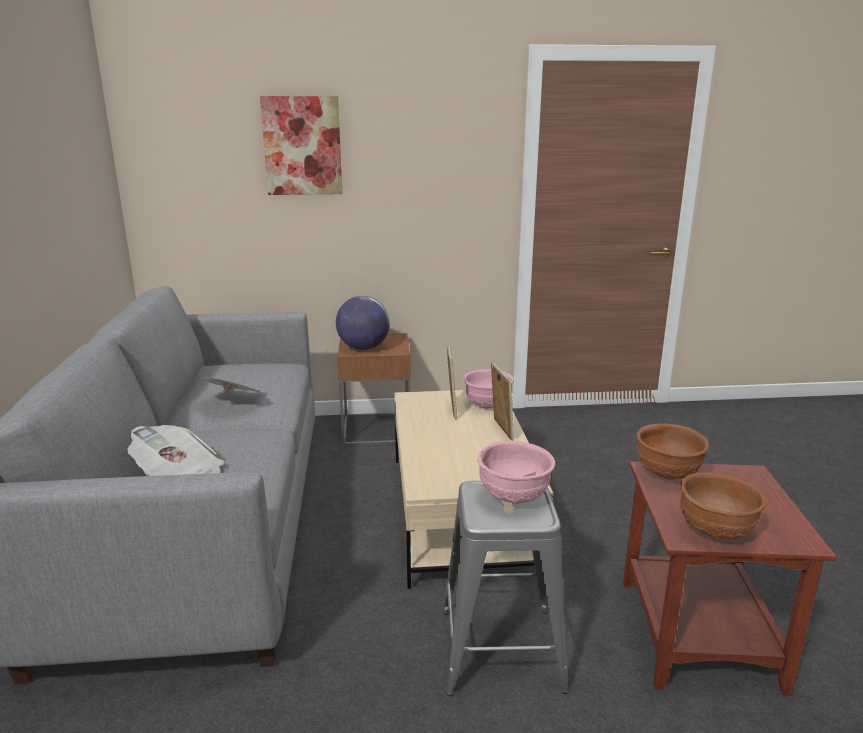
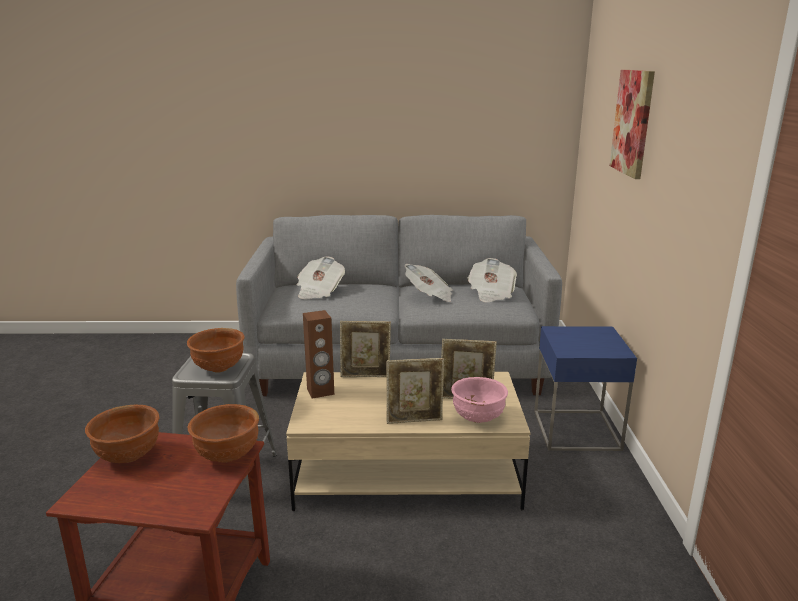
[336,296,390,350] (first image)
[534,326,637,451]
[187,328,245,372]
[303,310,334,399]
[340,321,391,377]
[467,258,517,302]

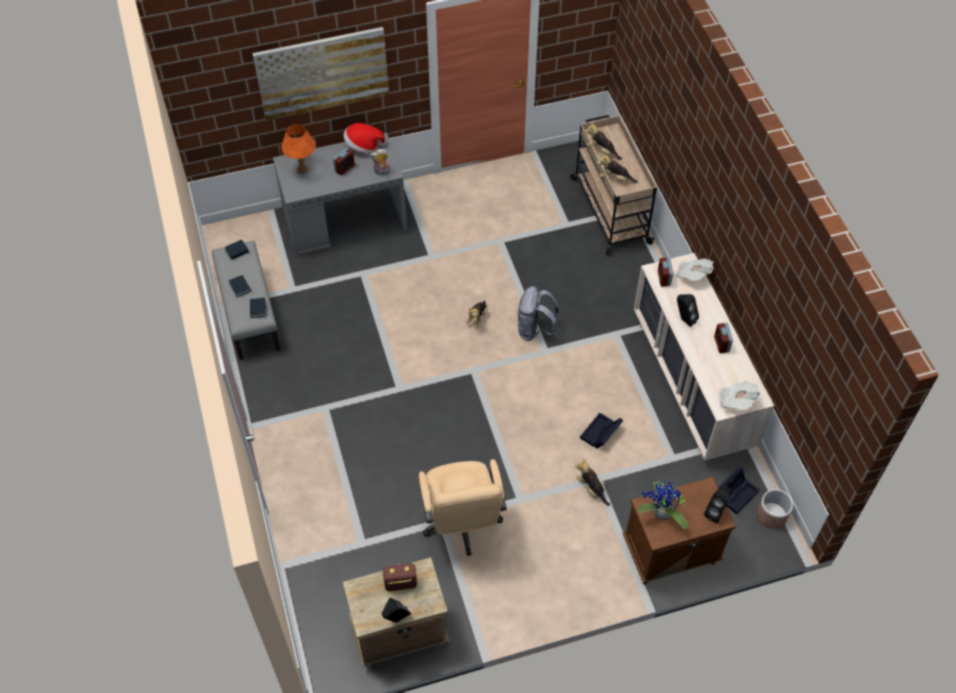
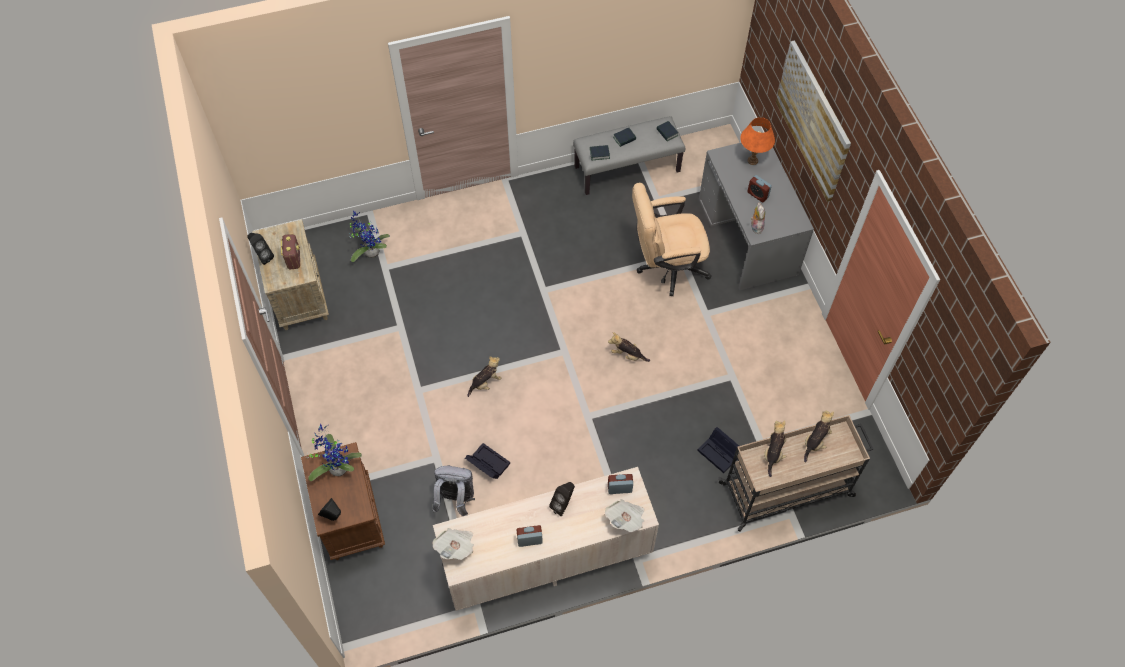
[343,123,385,153] (first image)
[632,182,712,296]
[433,465,475,516]
[467,356,502,397]
[697,427,739,473]
[757,489,793,529] (first image)
[349,211,390,262]

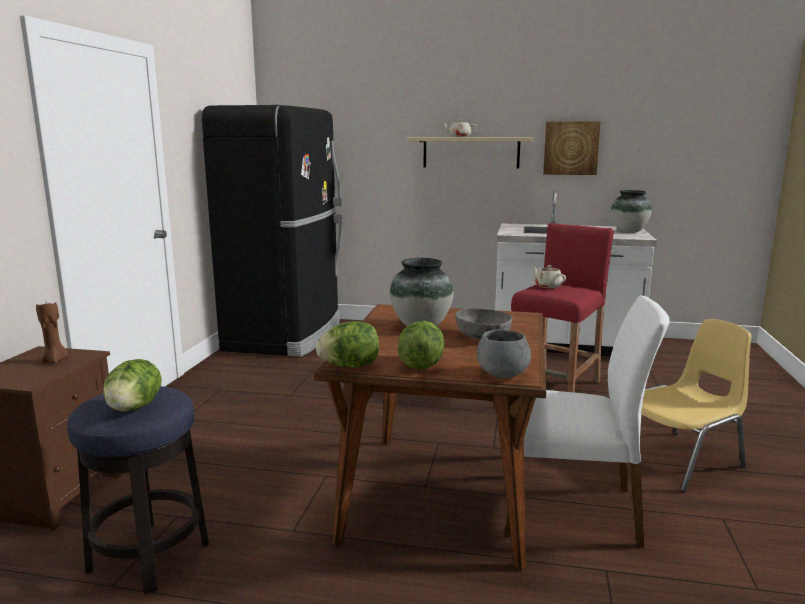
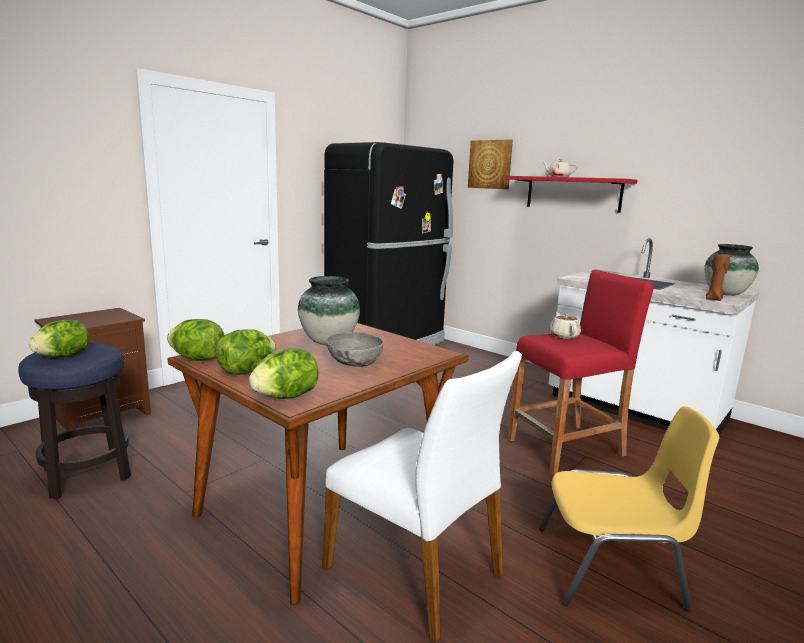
[706,253,730,301]
[505,176,638,213]
[249,348,319,399]
[468,139,513,189]

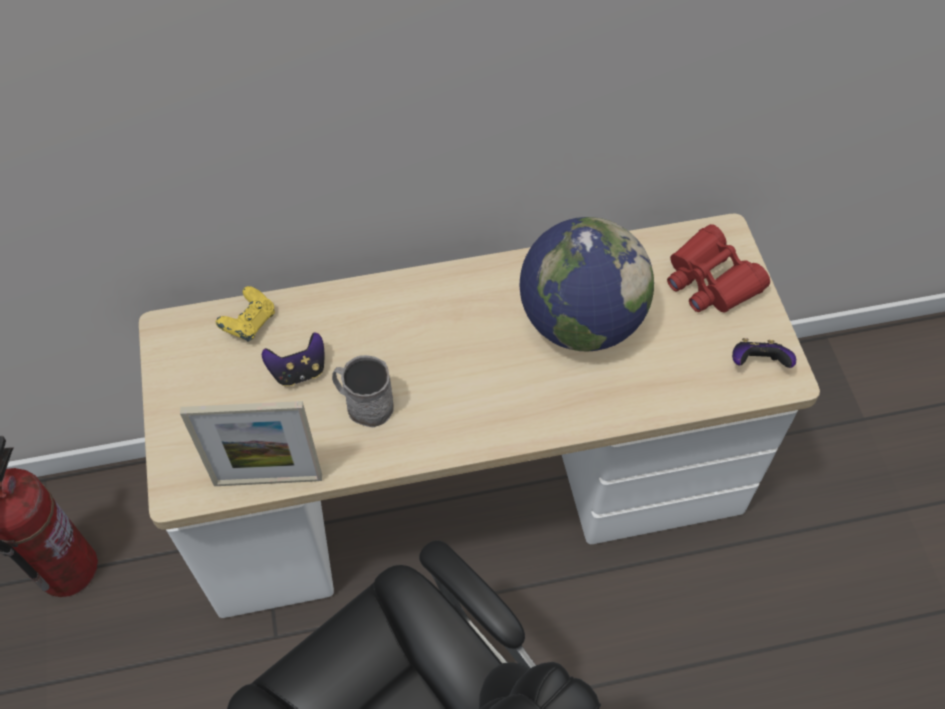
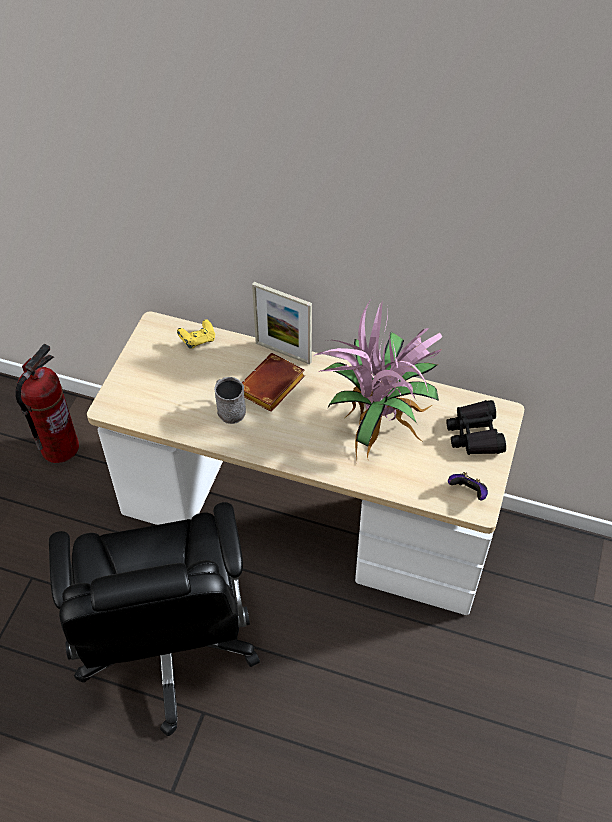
[252,282,312,365]
[262,332,324,387] (first image)
[314,298,442,461]
[446,400,506,455]
[242,353,305,412]

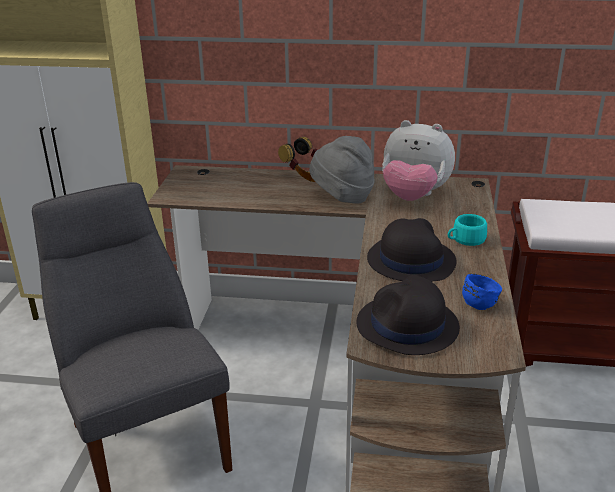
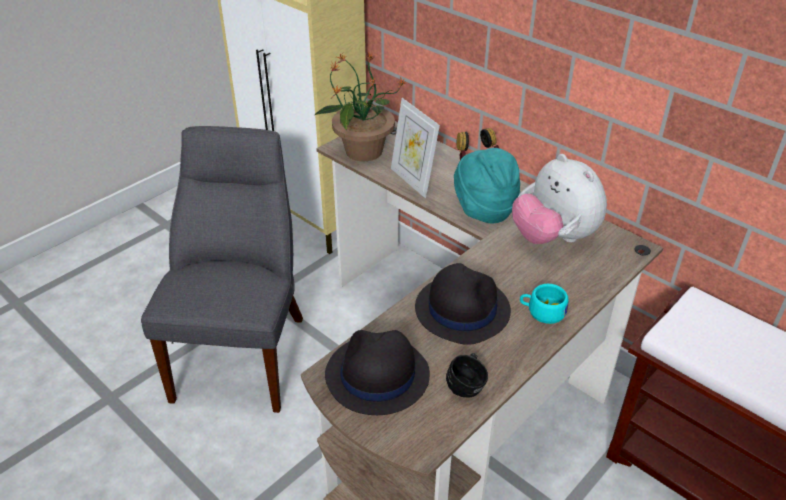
[454,148,520,223]
[446,353,488,398]
[315,52,405,161]
[391,98,440,198]

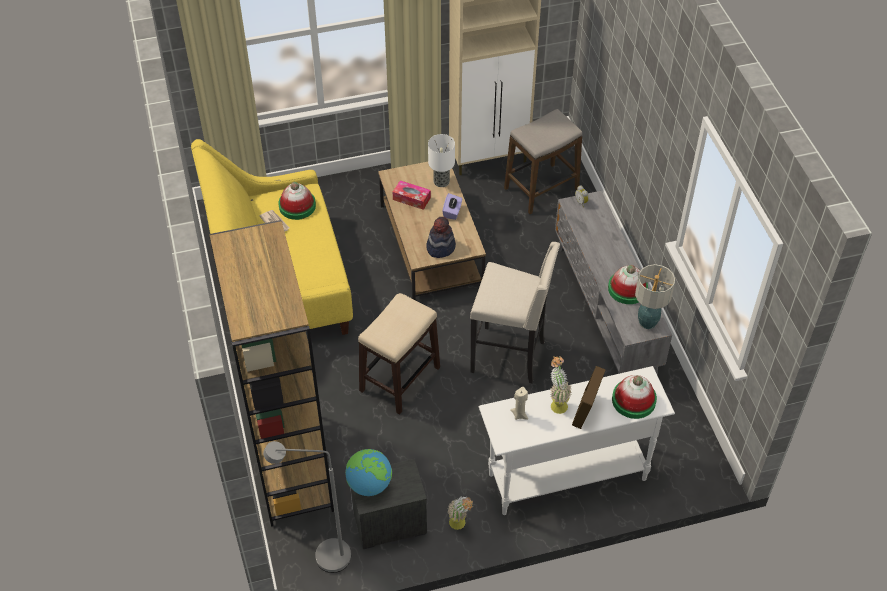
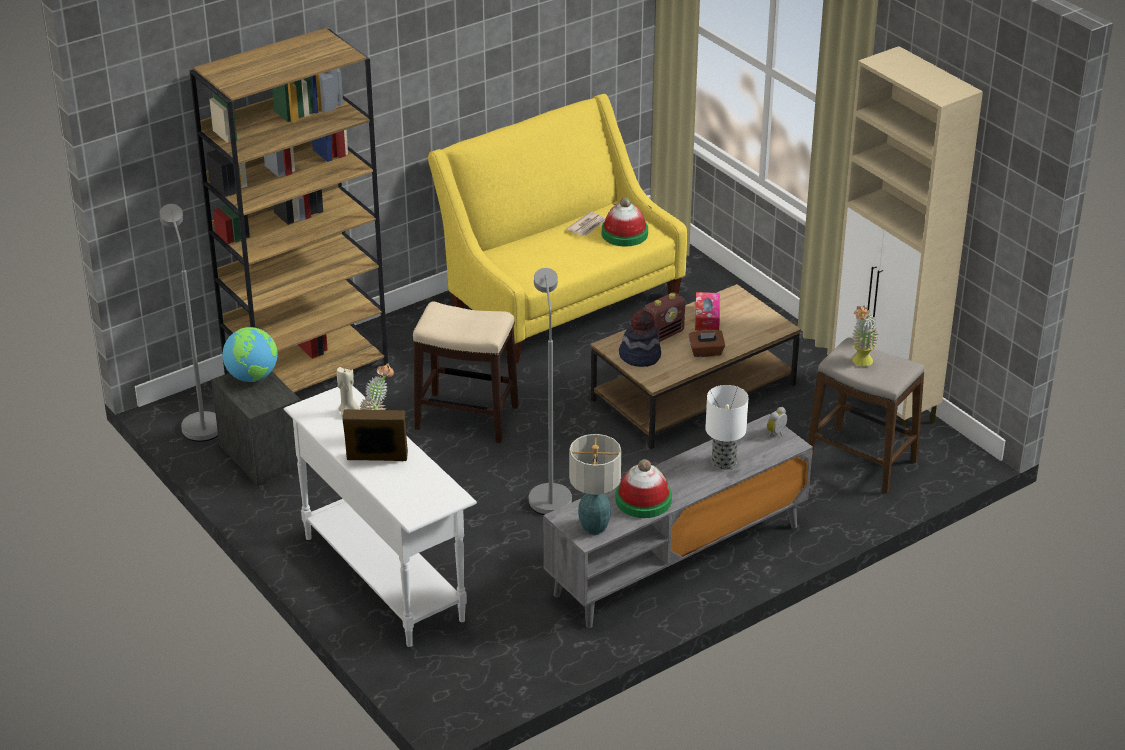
[705,385,748,470]
[688,330,725,357]
[852,305,878,367]
[529,268,572,515]
[612,375,657,419] (first image)
[645,292,685,342]

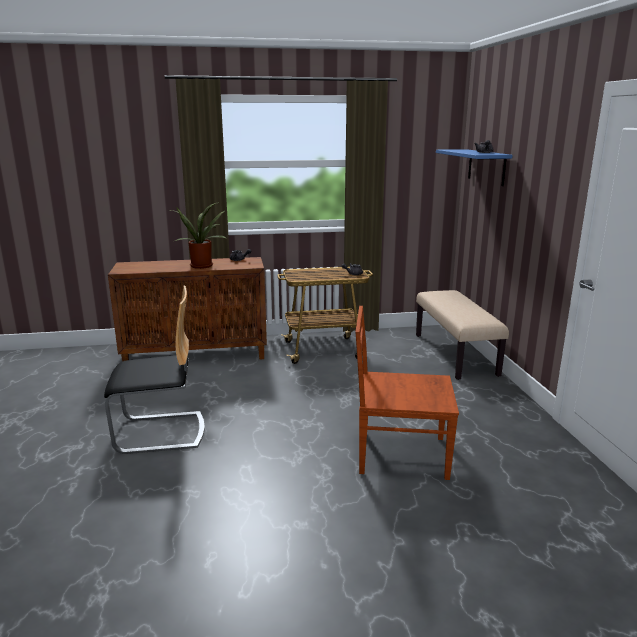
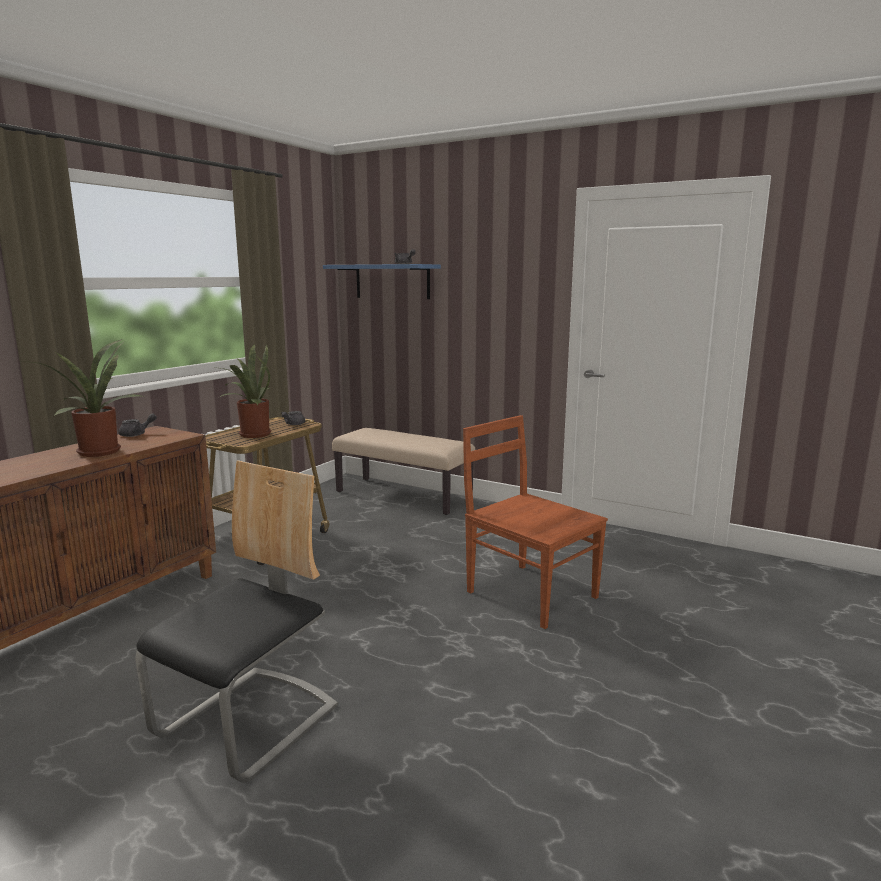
[463,415,608,629]
[220,344,271,438]

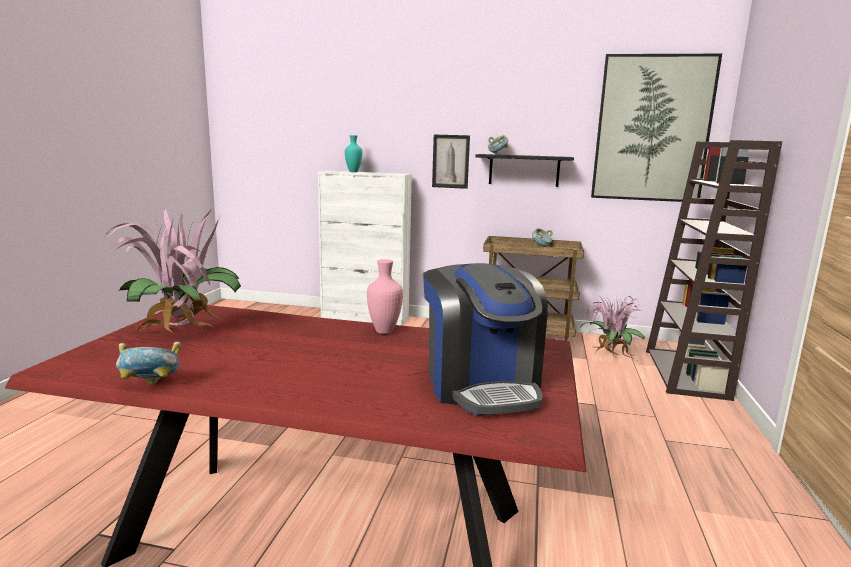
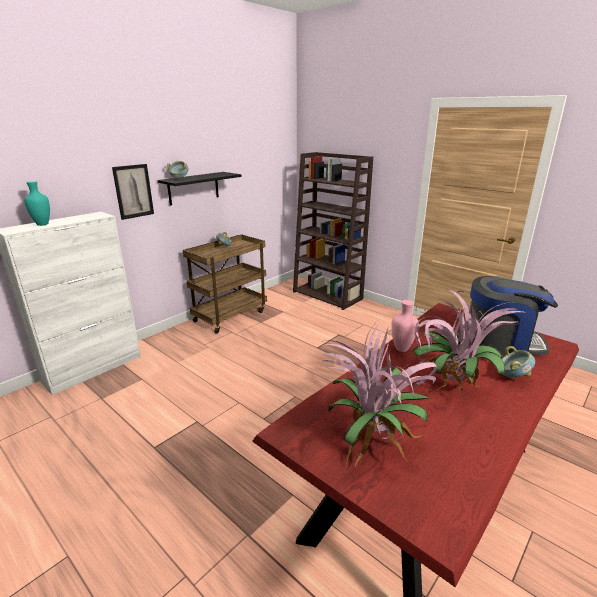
[502,346,535,378]
[412,290,527,400]
[591,54,722,202] (first image)

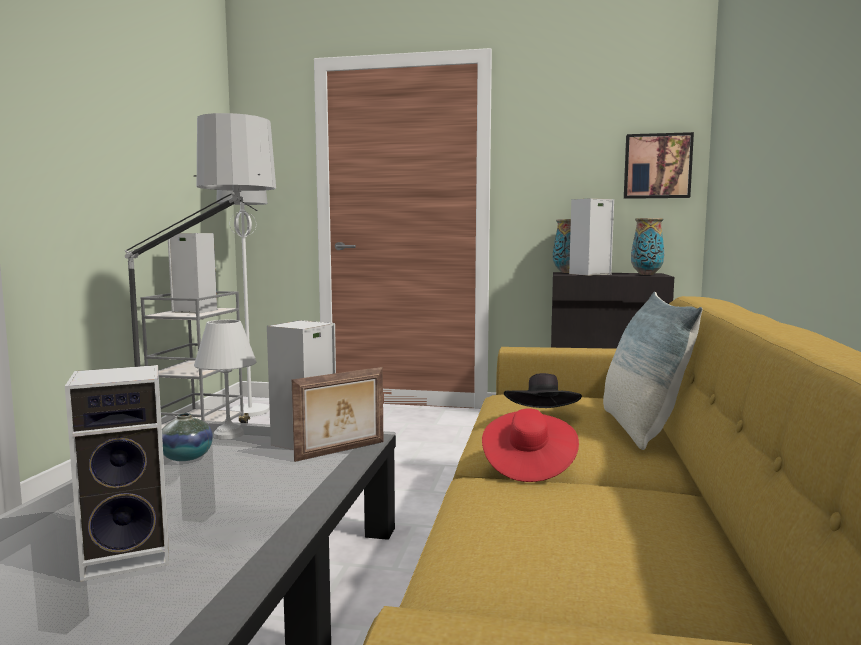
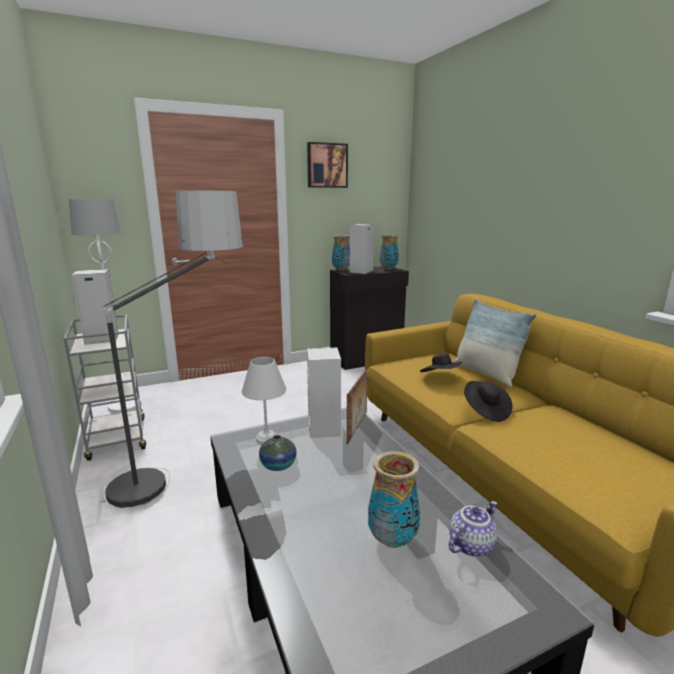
[368,451,420,548]
[464,381,512,422]
[307,142,348,188]
[449,501,498,557]

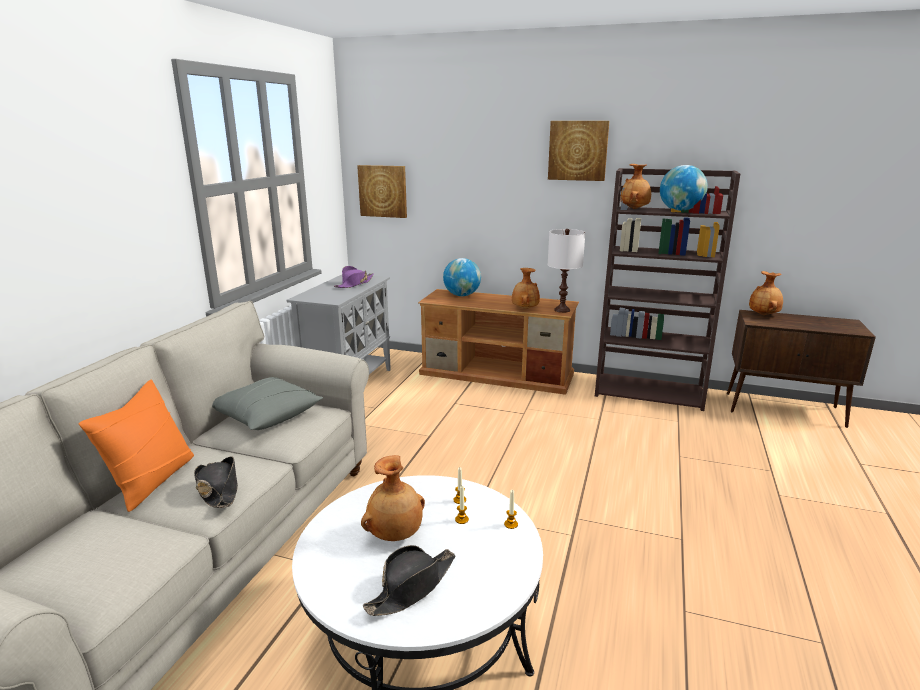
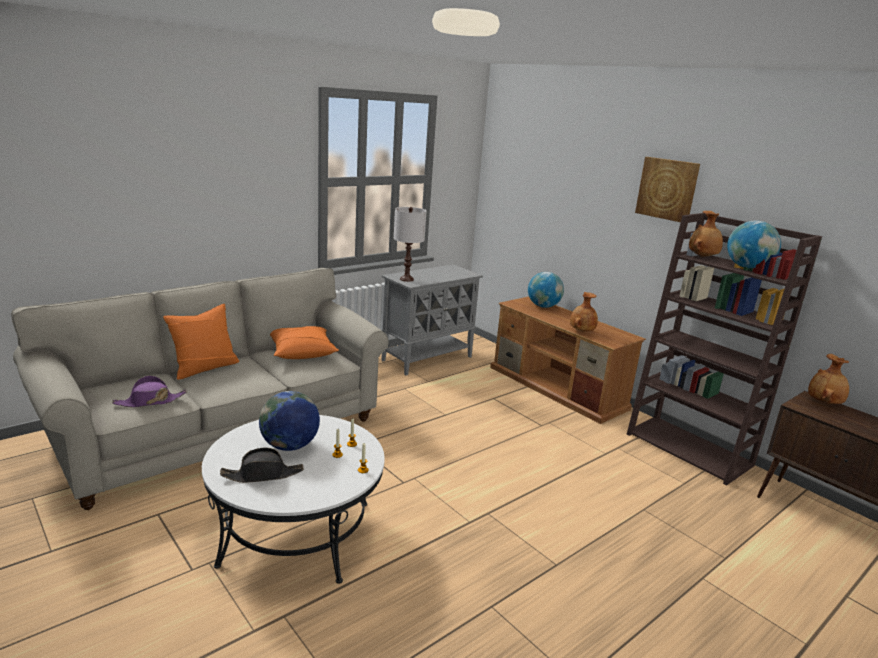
[194,456,238,508] (first image)
[270,326,339,359]
[112,375,187,408]
[357,165,407,218] (first image)
[259,391,320,451]
[394,207,426,282]

